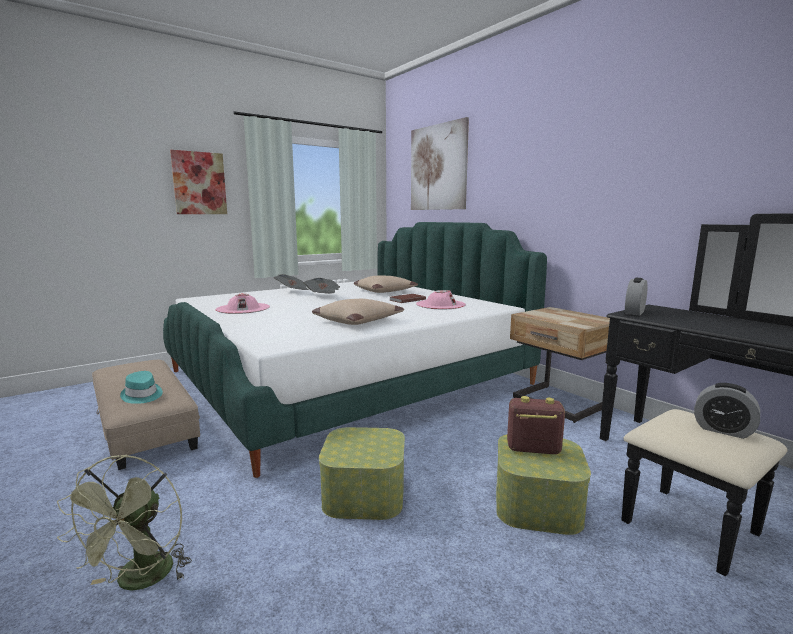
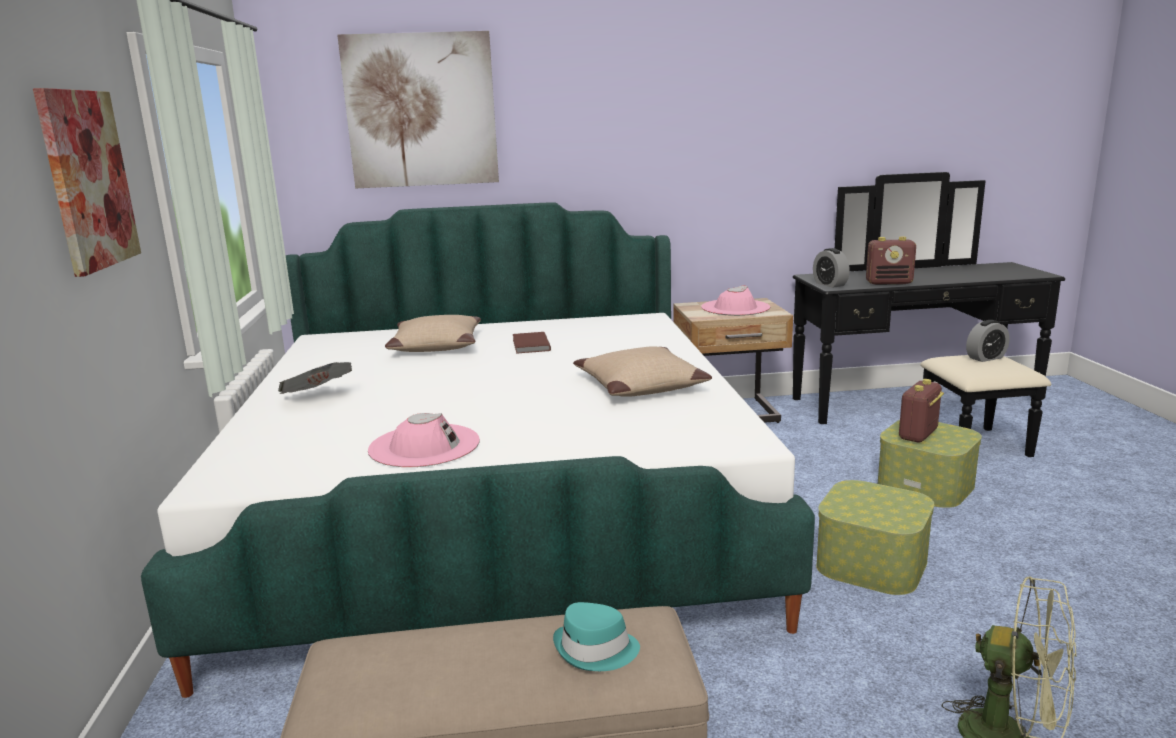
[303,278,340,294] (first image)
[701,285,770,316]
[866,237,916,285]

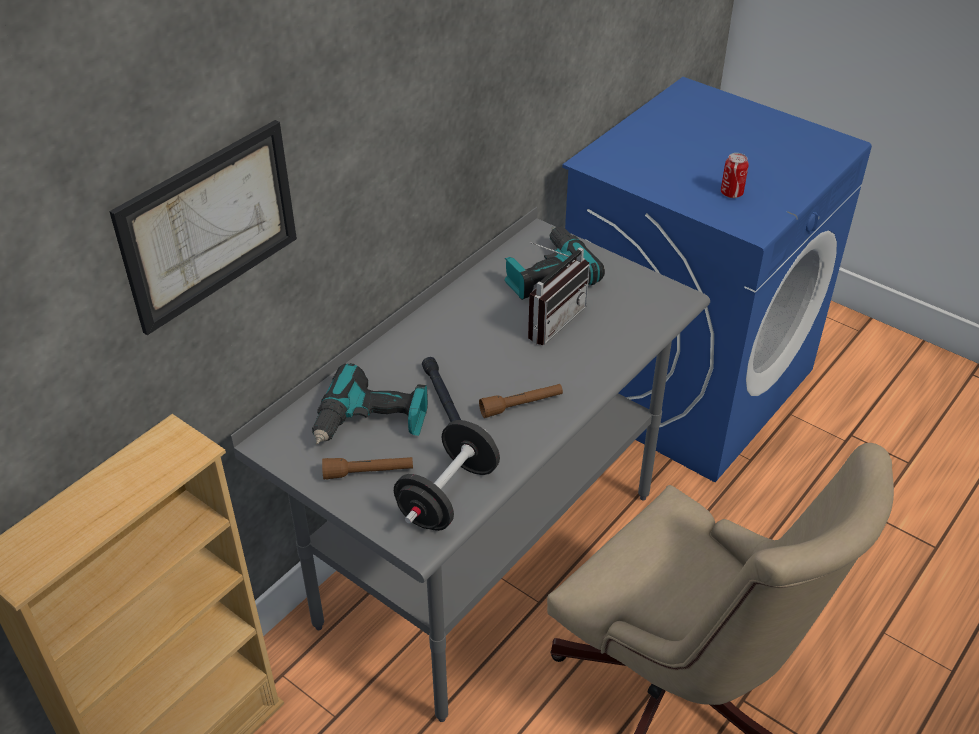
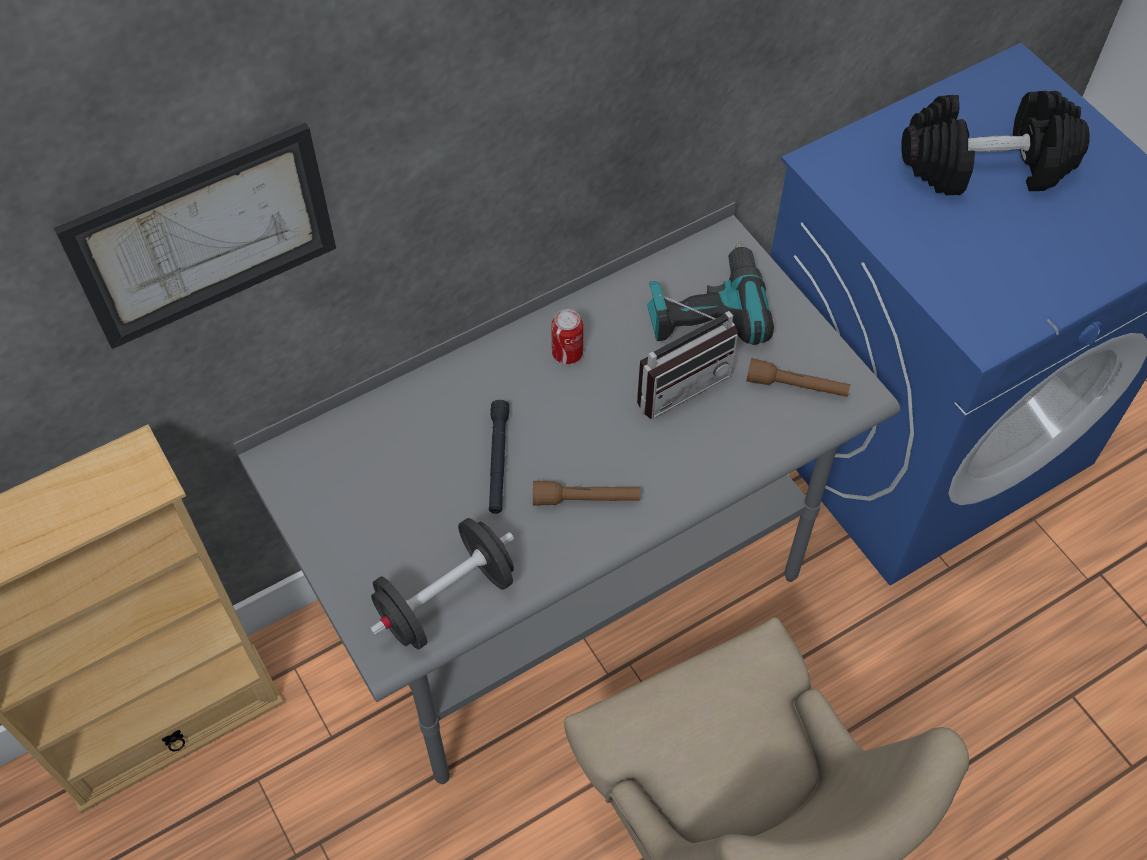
[312,363,428,444] (first image)
[746,358,850,397]
[552,309,583,364]
[901,91,1090,195]

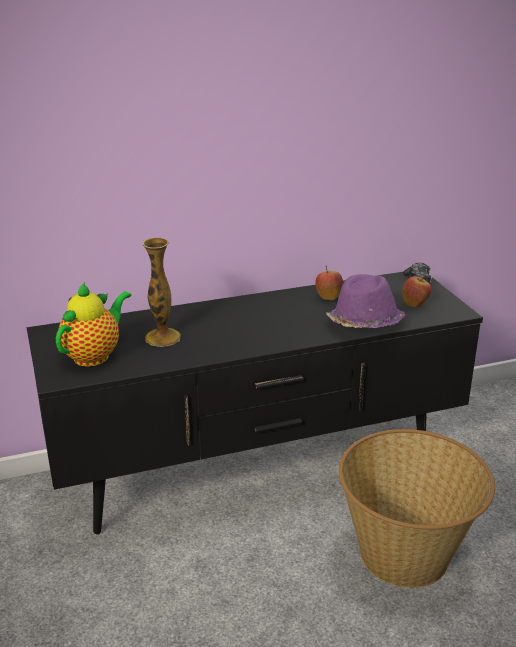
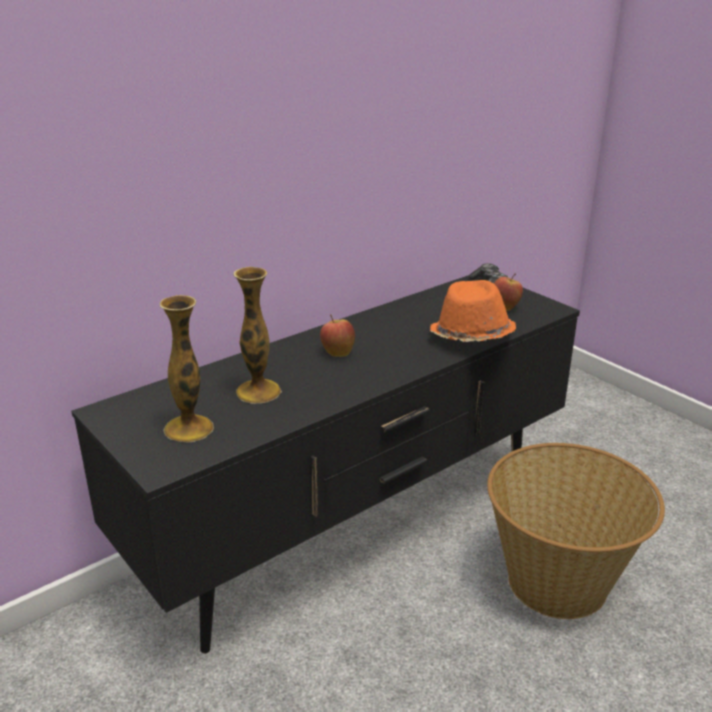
[159,295,214,442]
[320,314,355,357]
[430,280,516,342]

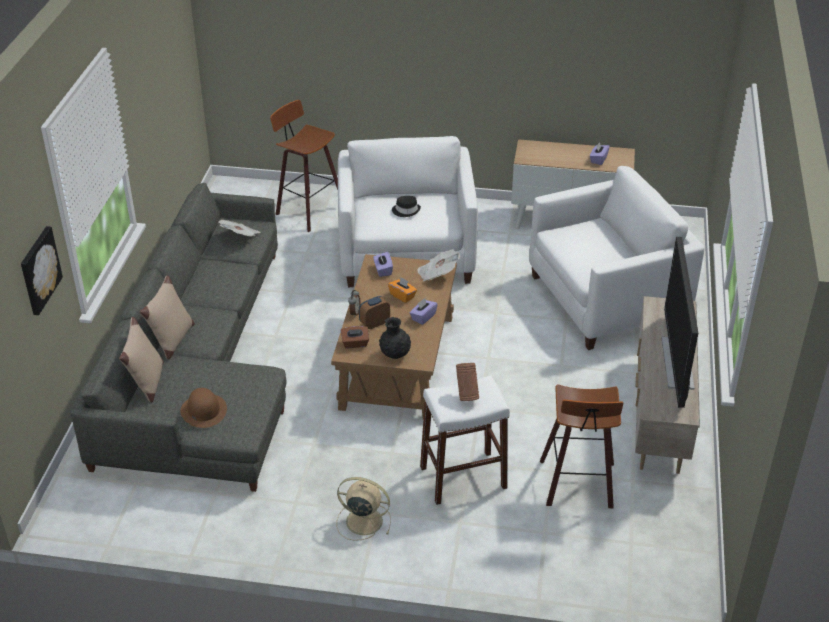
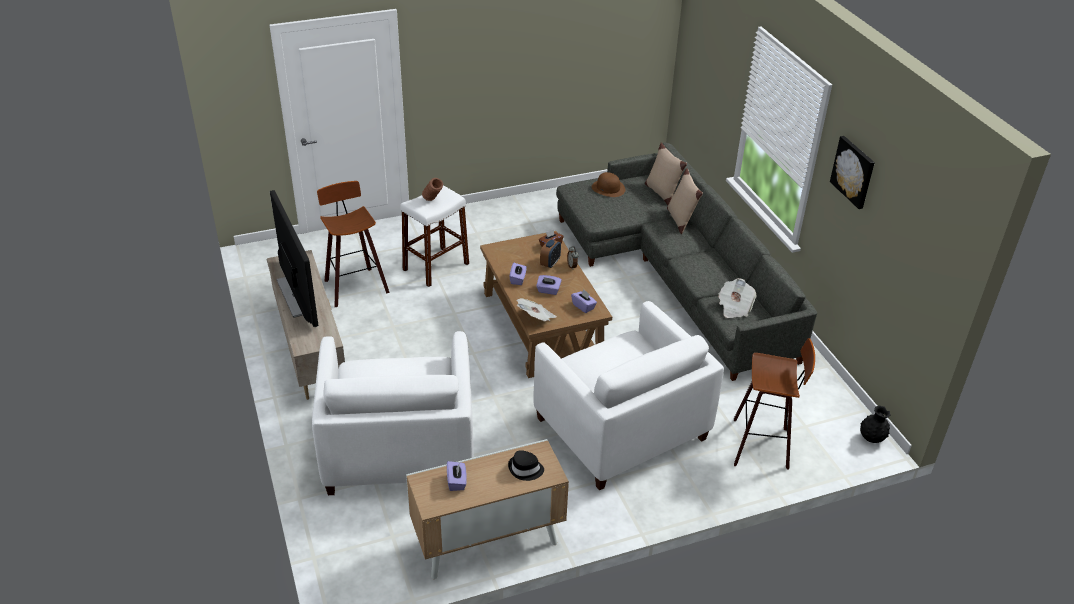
[830,136,875,209]
[337,477,391,541] (first image)
[860,406,891,443]
[536,275,562,295]
[508,450,544,481]
[312,331,474,495]

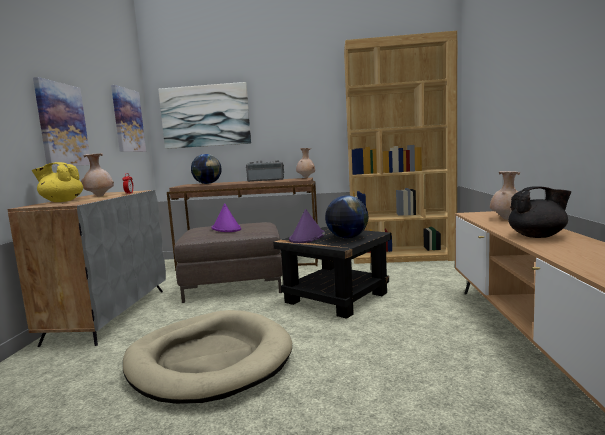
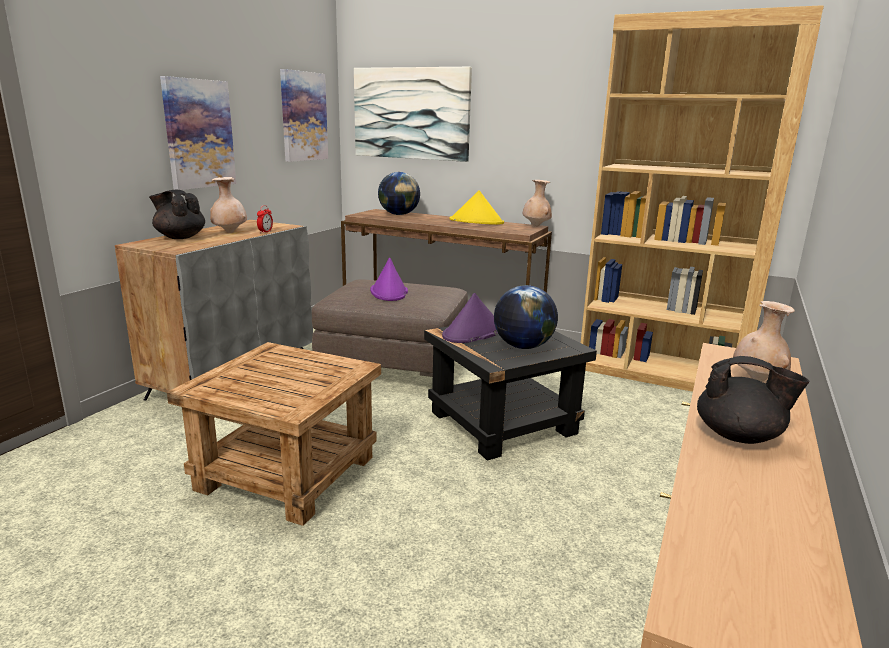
[149,189,205,239]
[167,342,381,526]
[450,190,504,225]

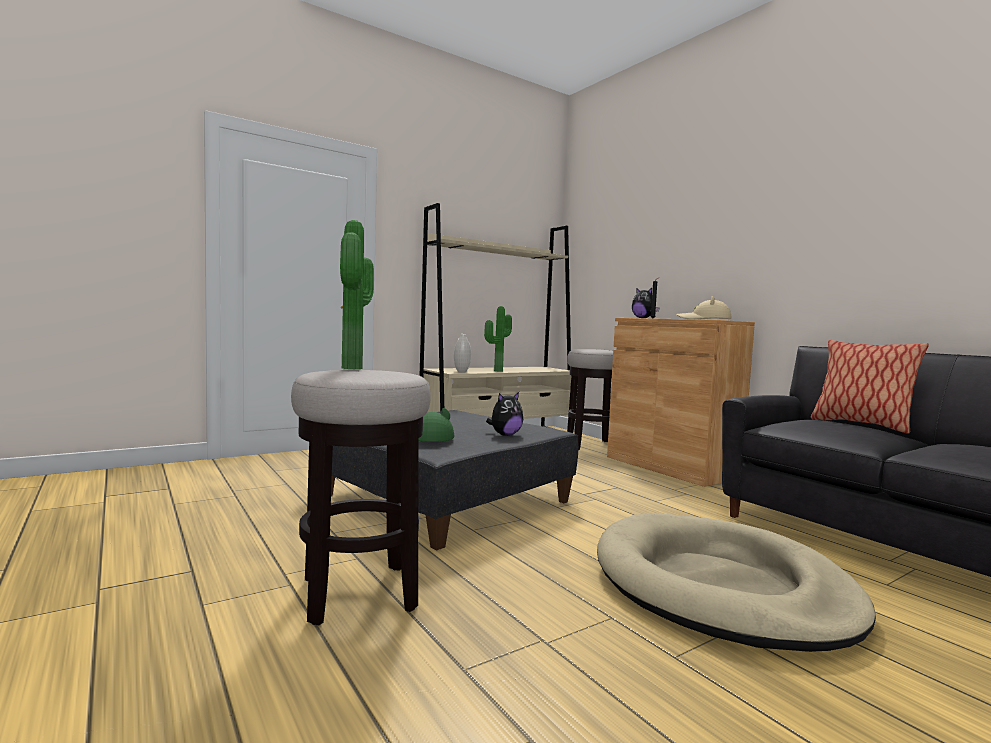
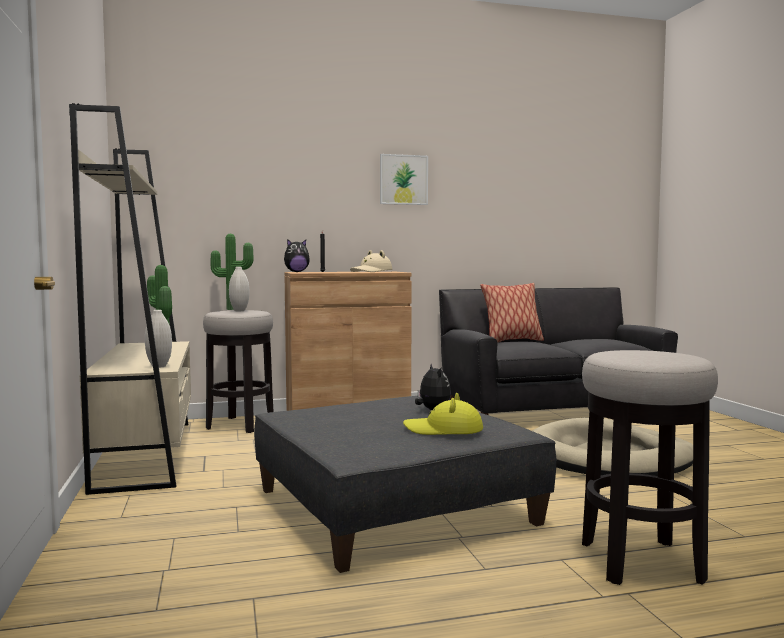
[211,234,254,310]
[403,393,483,435]
[229,267,249,311]
[380,154,428,205]

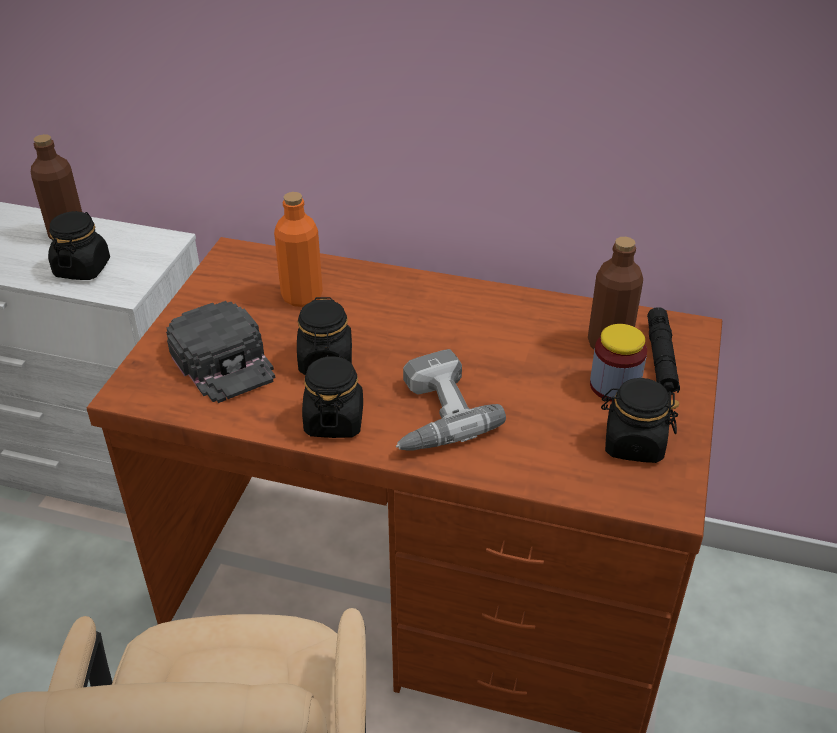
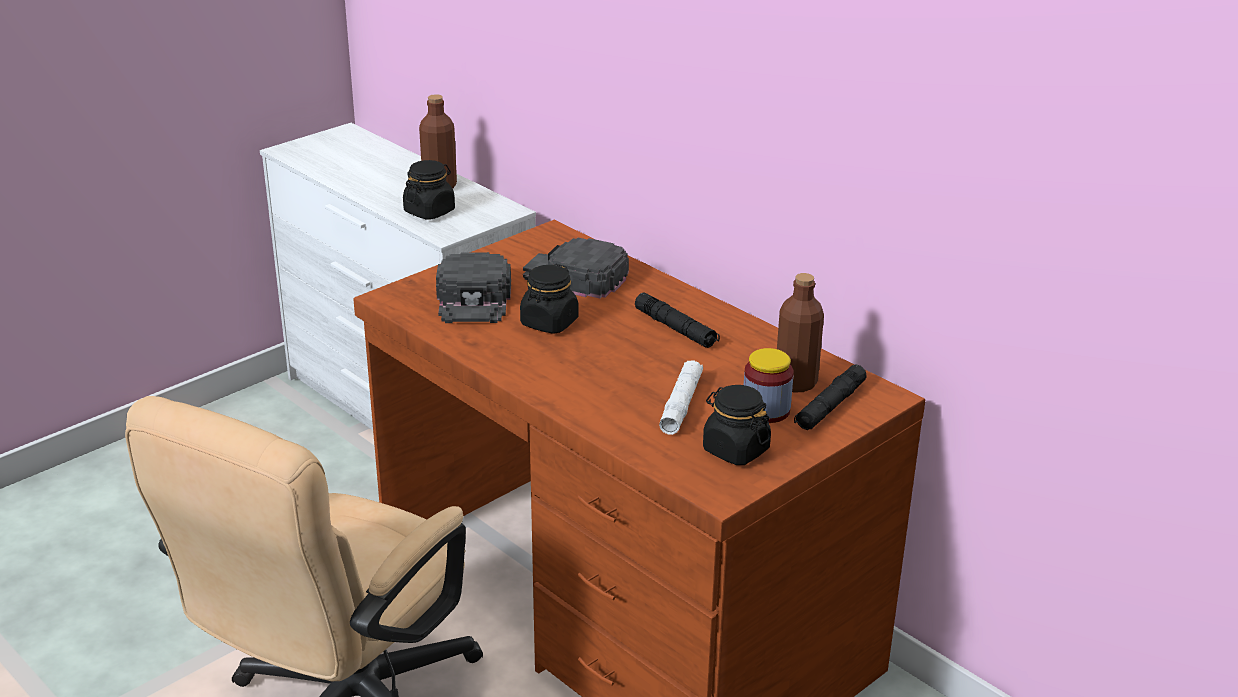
[523,238,629,298]
[302,355,363,438] (first image)
[396,349,506,450] (first image)
[635,293,720,348]
[659,360,703,435]

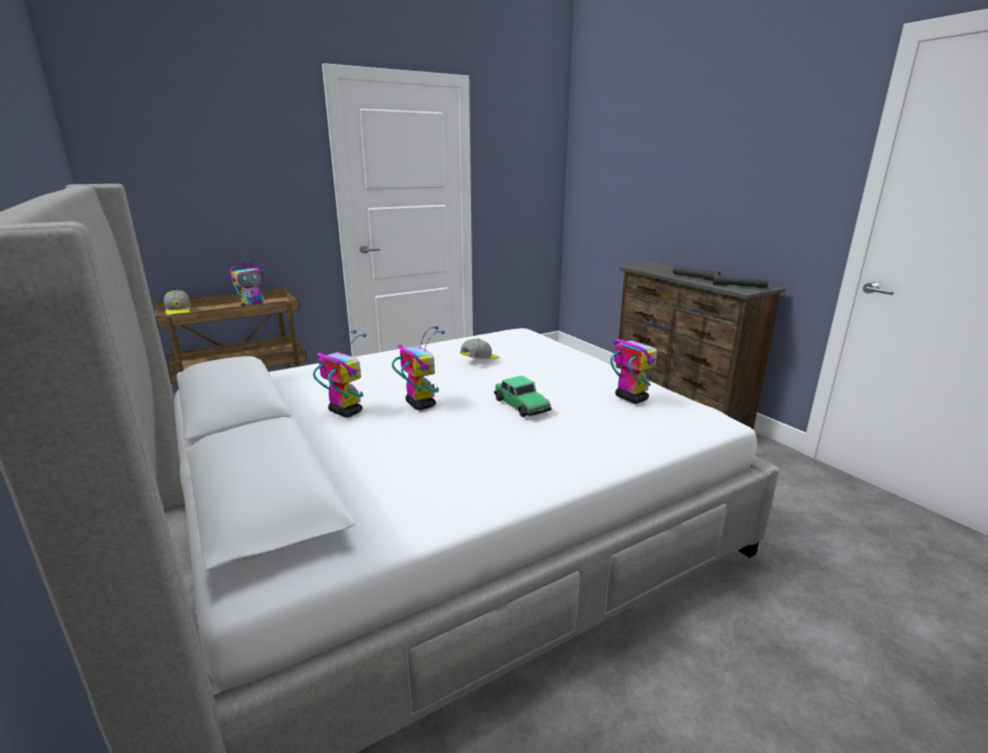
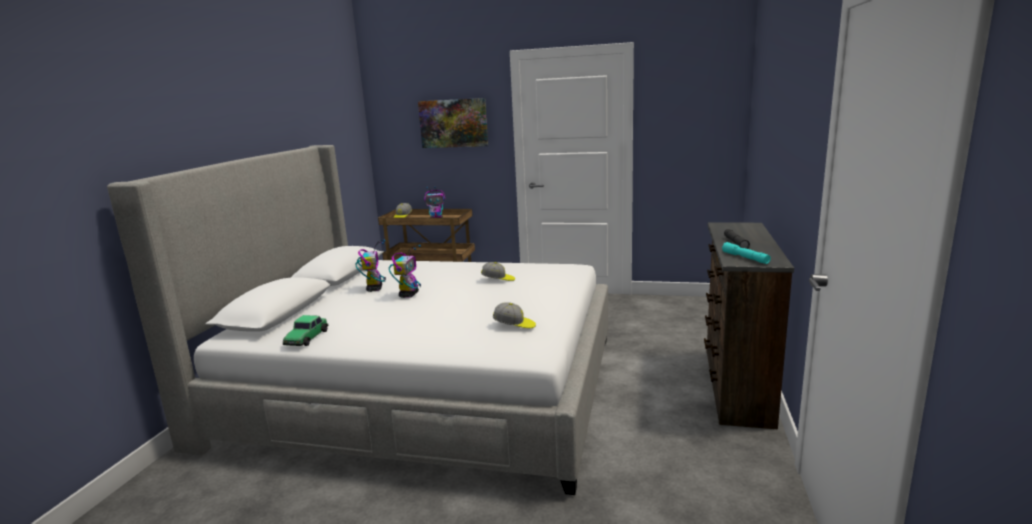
[283,315,329,346]
[493,302,536,328]
[722,242,771,264]
[418,98,488,148]

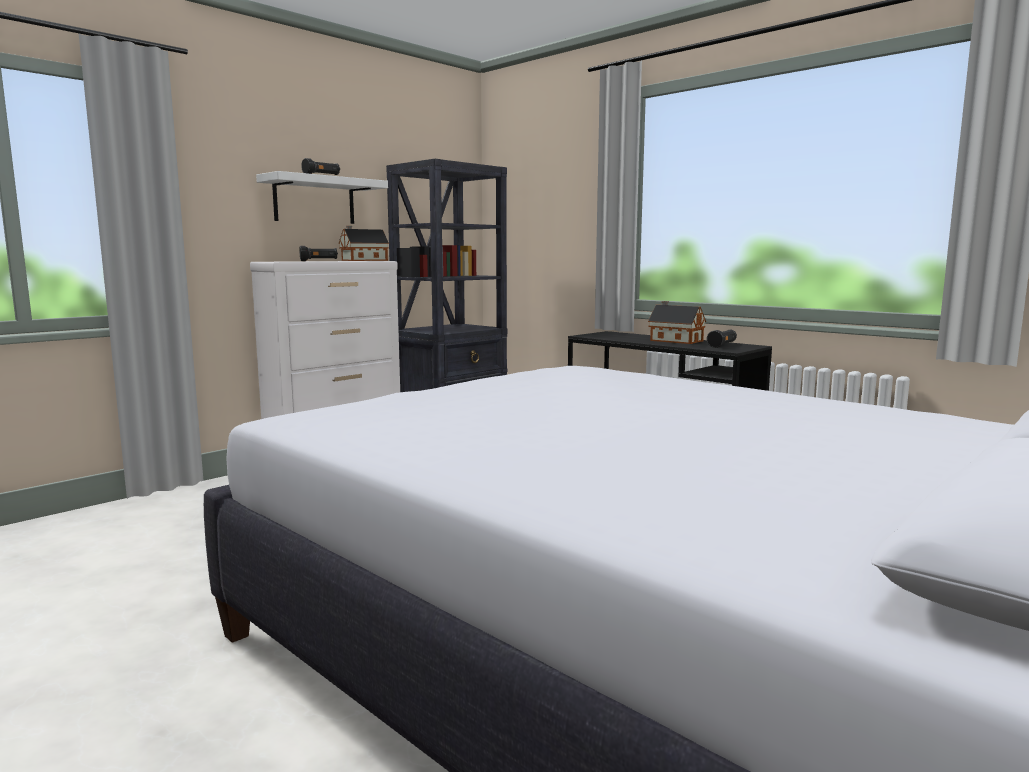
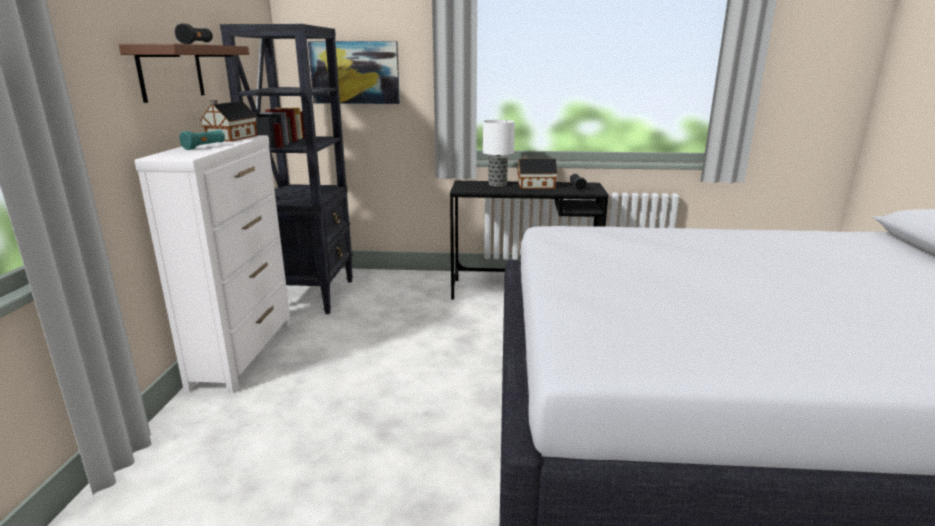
[119,44,249,103]
[179,130,225,150]
[308,41,400,104]
[483,120,515,186]

